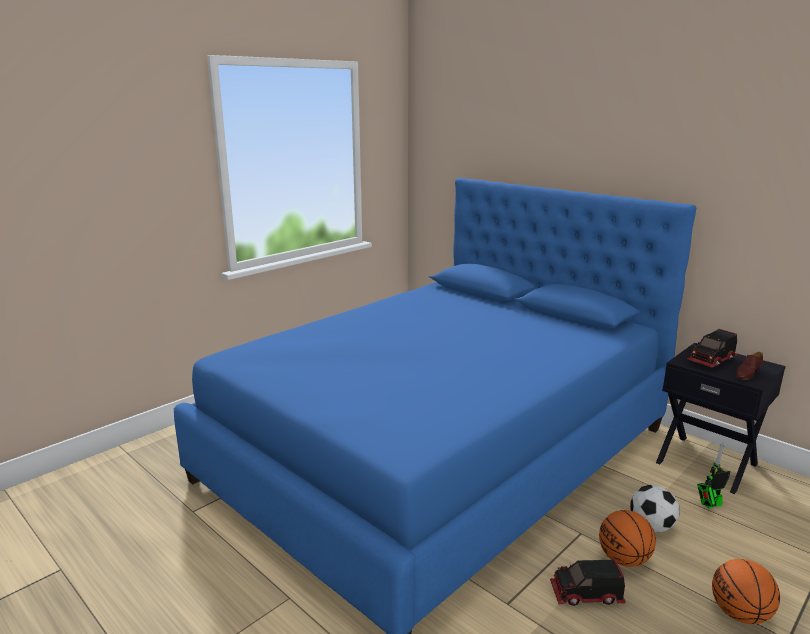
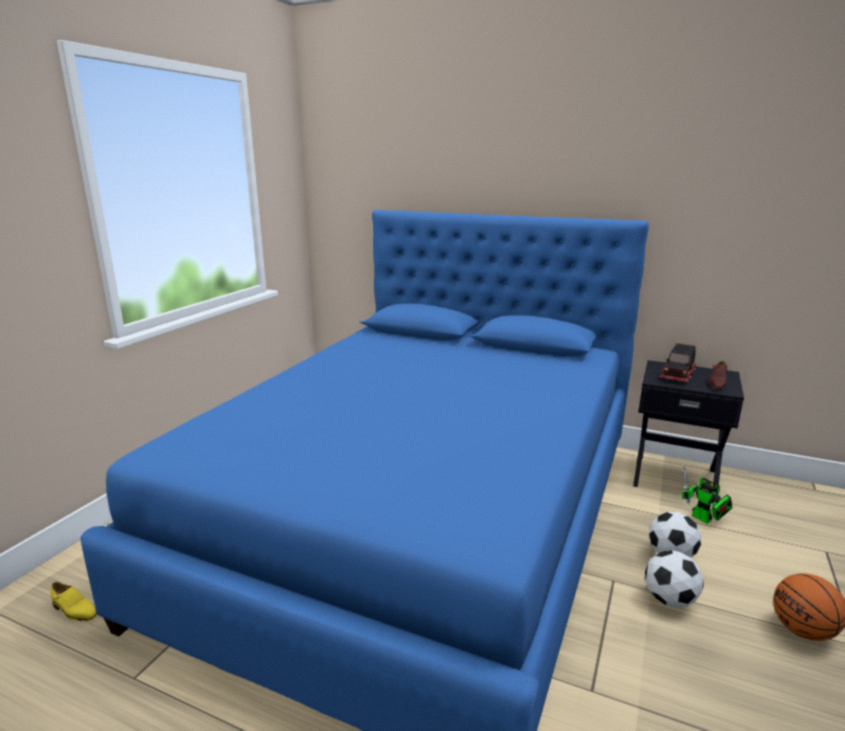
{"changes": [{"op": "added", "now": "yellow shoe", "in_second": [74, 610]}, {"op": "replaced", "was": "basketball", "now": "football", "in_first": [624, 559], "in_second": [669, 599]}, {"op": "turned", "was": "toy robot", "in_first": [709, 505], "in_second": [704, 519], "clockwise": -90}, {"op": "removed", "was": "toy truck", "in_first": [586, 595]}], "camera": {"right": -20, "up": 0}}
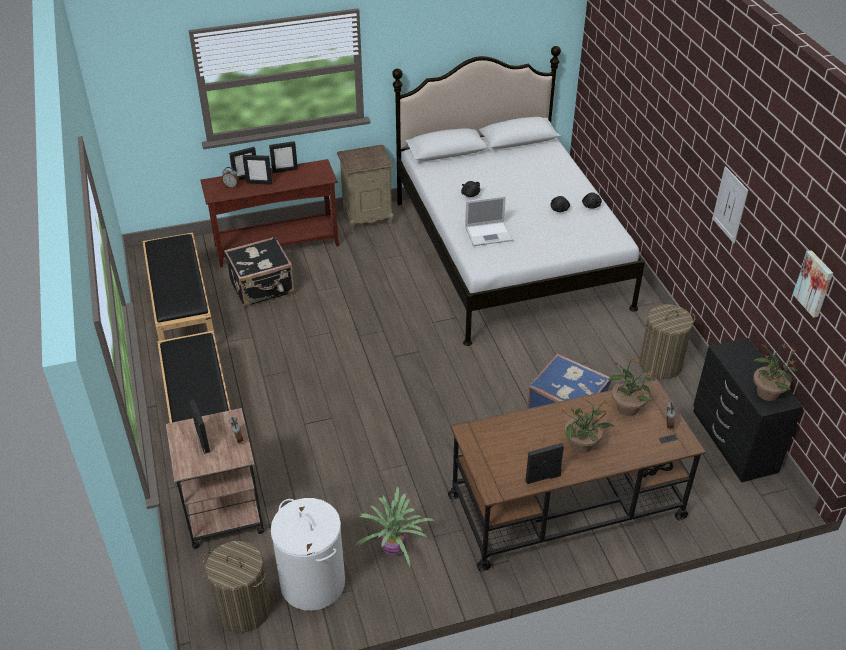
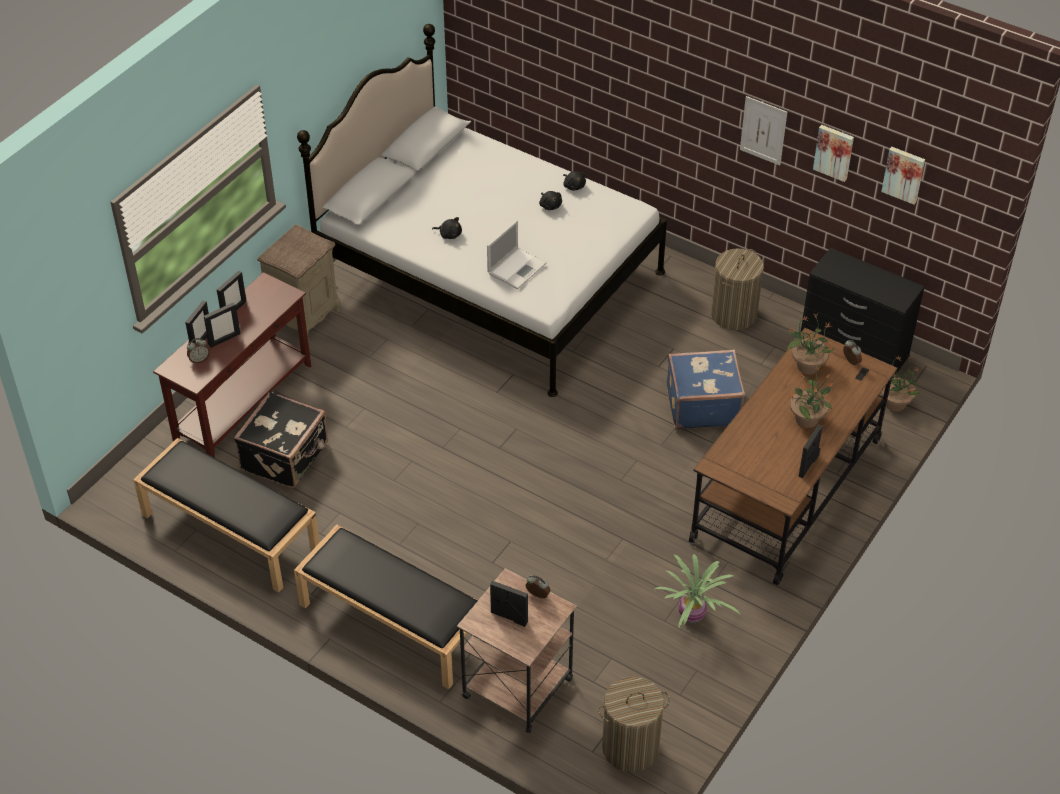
{"changes": [{"op": "added", "now": "picture", "in_second": [834, 152]}, {"op": "moved", "was": "potted plant", "in_first": [767, 392], "in_second": [895, 403]}, {"op": "removed", "was": "white laundry basket", "in_first": [313, 583]}], "camera": {"right": -40, "up": 5}}
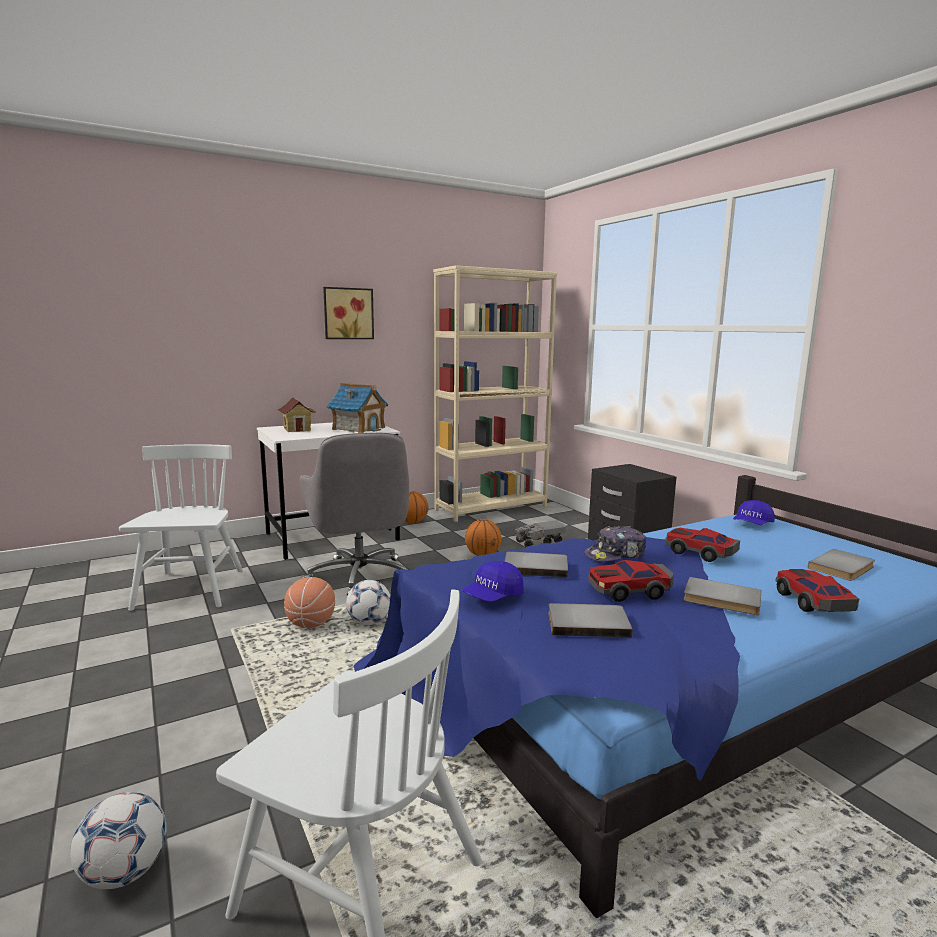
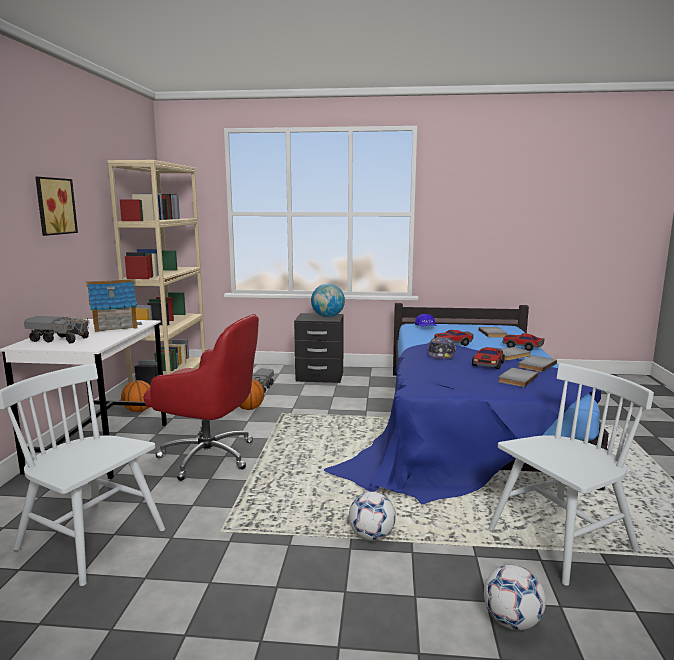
{"changes": [{"op": "replaced", "was": "toy house", "now": "toy truck", "in_first": [297, 429], "in_second": [60, 339]}, {"op": "recoloured", "was": "grey office chair", "now": "red office chair", "in_first": [359, 576], "in_second": [207, 456]}, {"op": "added", "now": "globe", "in_second": [328, 317]}, {"op": "moved", "was": "football", "in_first": [369, 622], "in_second": [371, 536]}, {"op": "moved", "was": "grey book", "in_first": [535, 566], "in_second": [535, 365]}, {"op": "removed", "was": "basketball", "in_first": [311, 624]}, {"op": "removed", "was": "blue cap", "in_first": [493, 597]}], "camera": {"right": -55, "up": 0}}
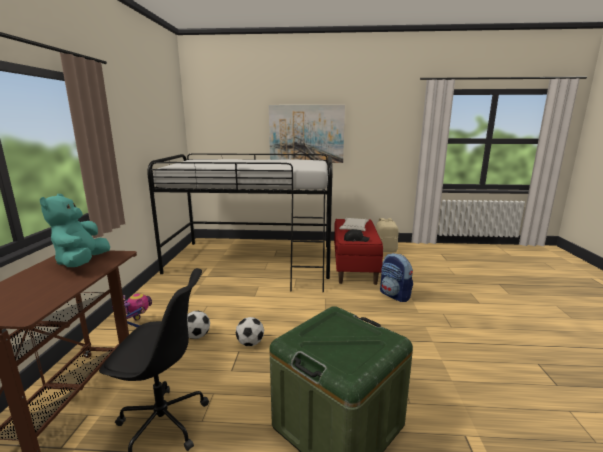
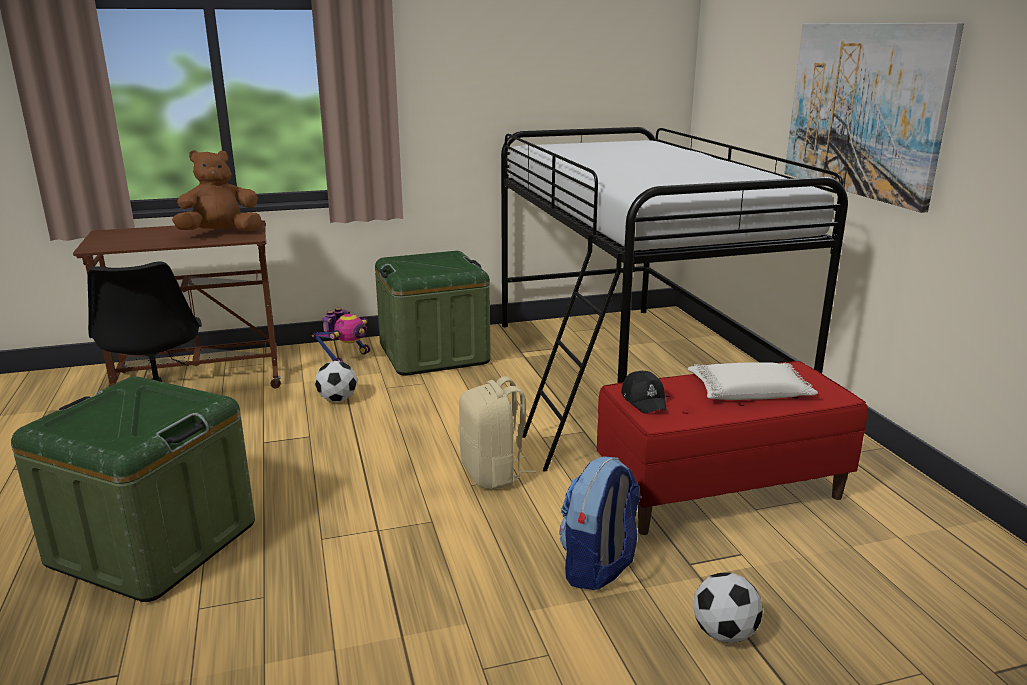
{"changes": [{"op": "recoloured", "was": "turquoise plush toy", "now": "brown plush toy", "in_first": [82, 263], "in_second": [220, 233]}, {"op": "added", "now": "green storage box", "in_second": [433, 353]}, {"op": "moved", "was": "beige backpack", "in_first": [385, 250], "in_second": [493, 474]}, {"op": "moved", "was": "football", "in_first": [250, 343], "in_second": [724, 633]}], "camera": {"right": 70, "up": 5}}
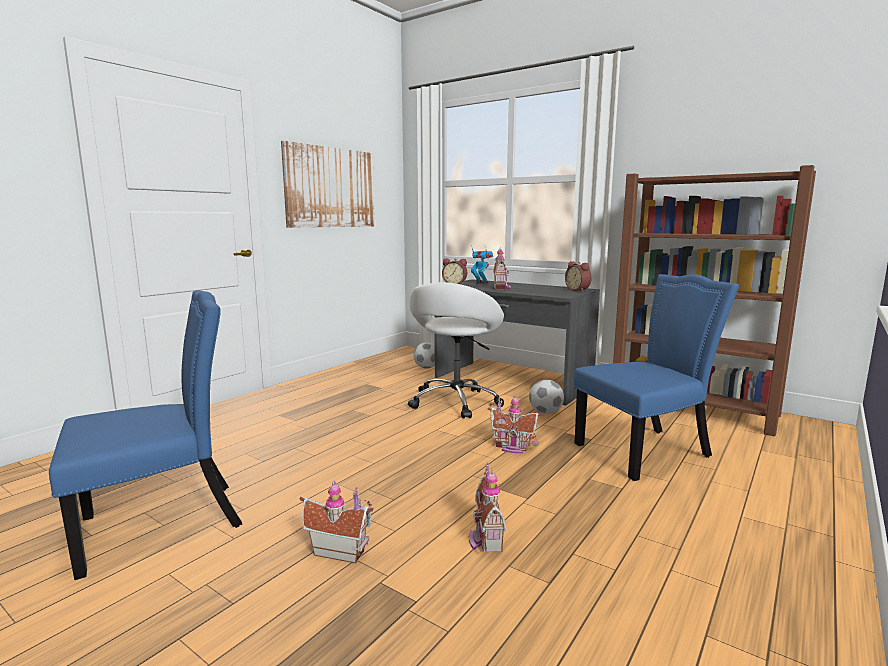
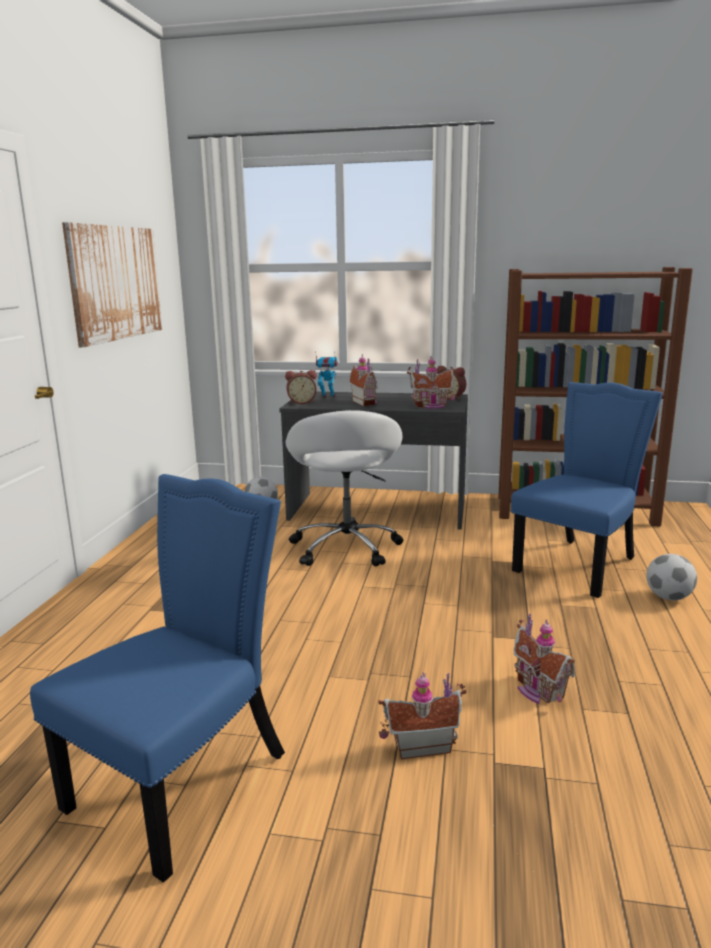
{"changes": [{"op": "moved", "was": "toy house", "in_first": [512, 448], "in_second": [431, 406]}, {"op": "moved", "was": "football", "in_first": [545, 412], "in_second": [668, 597]}], "camera": {"right": -25, "up": 5}}
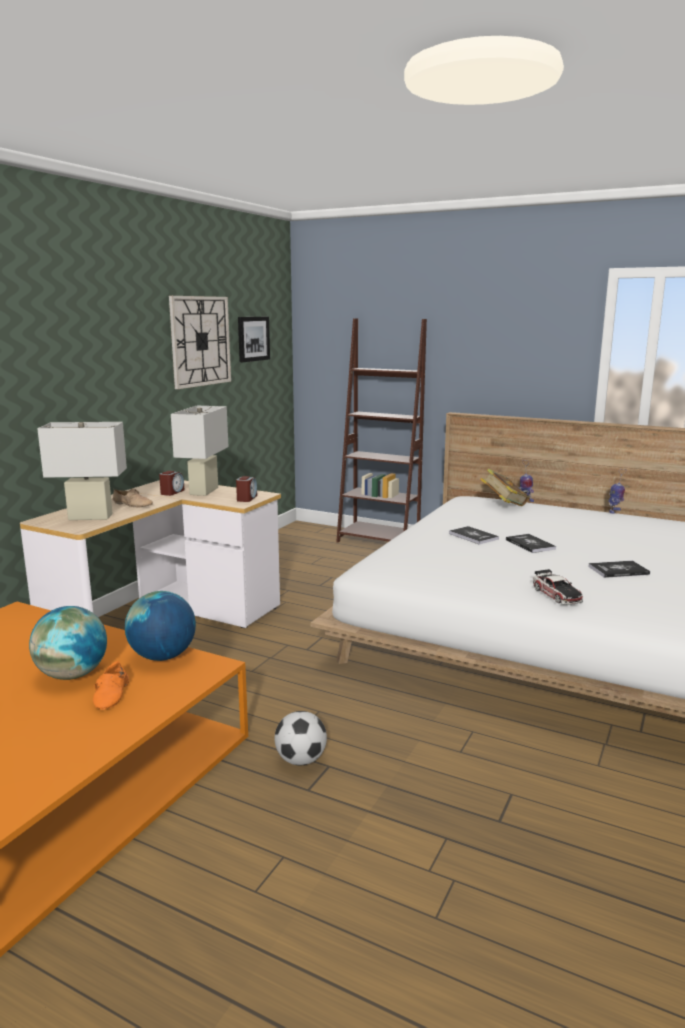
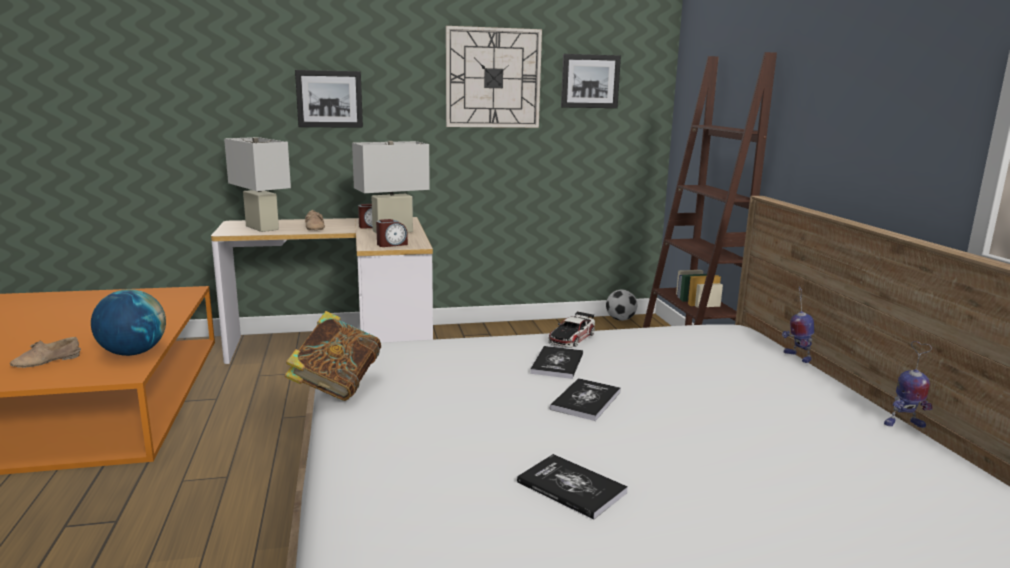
{"changes": [{"op": "recoloured", "was": "orange shoe", "now": "beige shoe", "in_first": [113, 694], "in_second": [47, 361]}, {"op": "moved", "was": "book", "in_first": [503, 505], "in_second": [336, 387]}, {"op": "added", "now": "picture", "in_second": [329, 99]}, {"op": "moved", "was": "toy car", "in_first": [557, 594], "in_second": [572, 337]}, {"op": "moved", "was": "football", "in_first": [301, 760], "in_second": [620, 319]}, {"op": "removed", "was": "globe", "in_first": [72, 675]}], "camera": {"right": 50, "up": 0}}
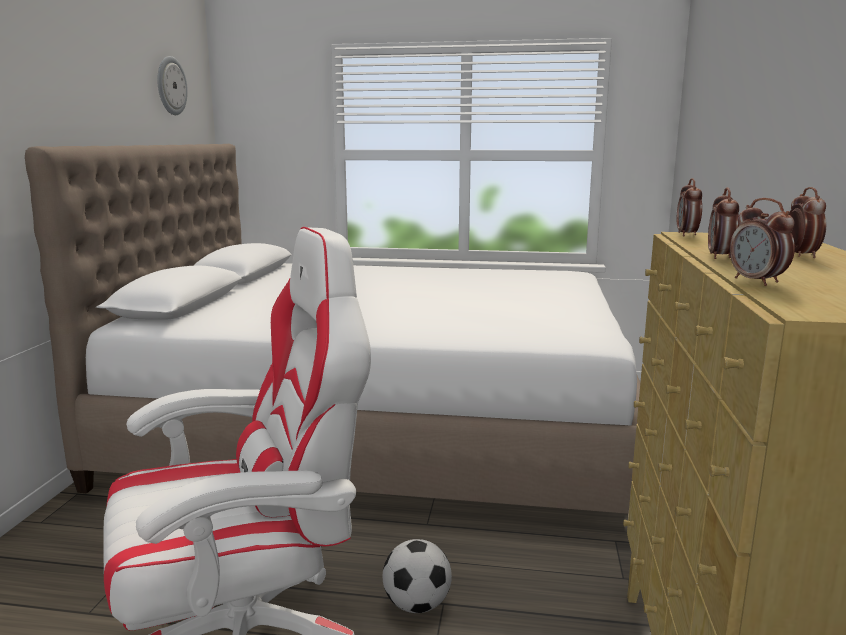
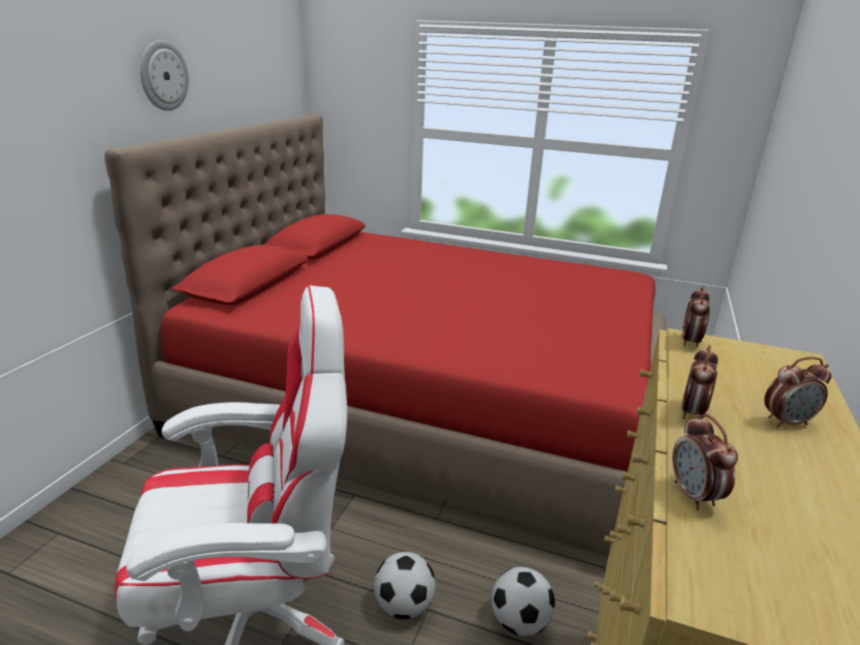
{"changes": [{"op": "recoloured", "was": "white bed", "now": "red bed", "in_first": [384, 430], "in_second": [427, 405]}, {"op": "moved", "was": "wall clock", "in_first": [170, 86], "in_second": [163, 76]}, {"op": "added", "now": "football", "in_second": [519, 622]}, {"op": "turned", "was": "alarm clock", "in_first": [800, 255], "in_second": [787, 422], "clockwise": 60}], "camera": {"right": 10, "up": 10}}
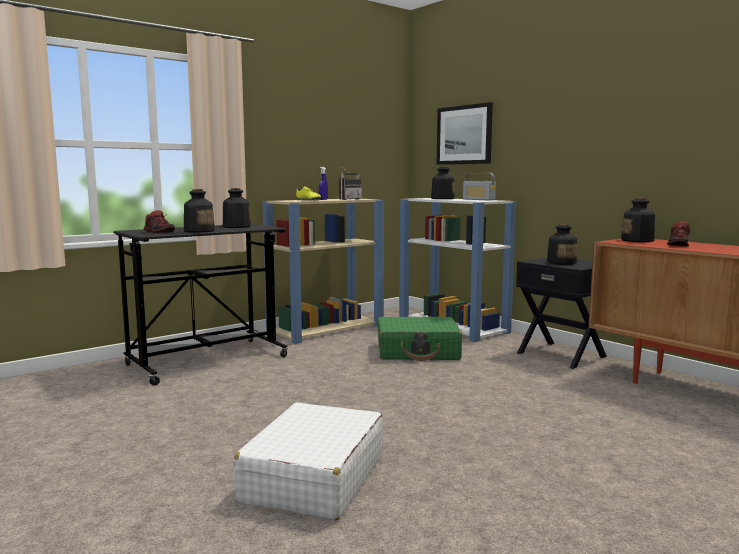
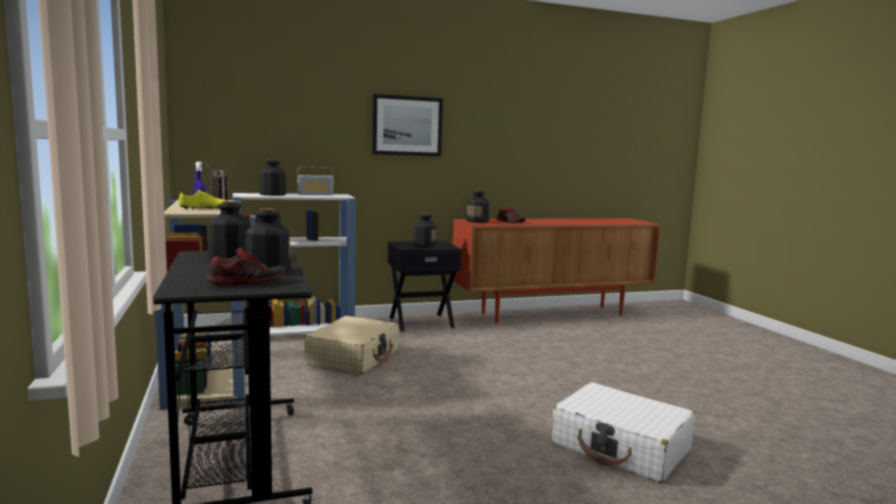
{"changes": [{"op": "recoloured", "was": "green suitcase", "now": "beige suitcase", "in_first": [418, 351], "in_second": [354, 357]}, {"op": "moved", "was": "picture", "in_first": [464, 135], "in_second": [407, 126]}], "camera": {"right": -70, "up": 0}}
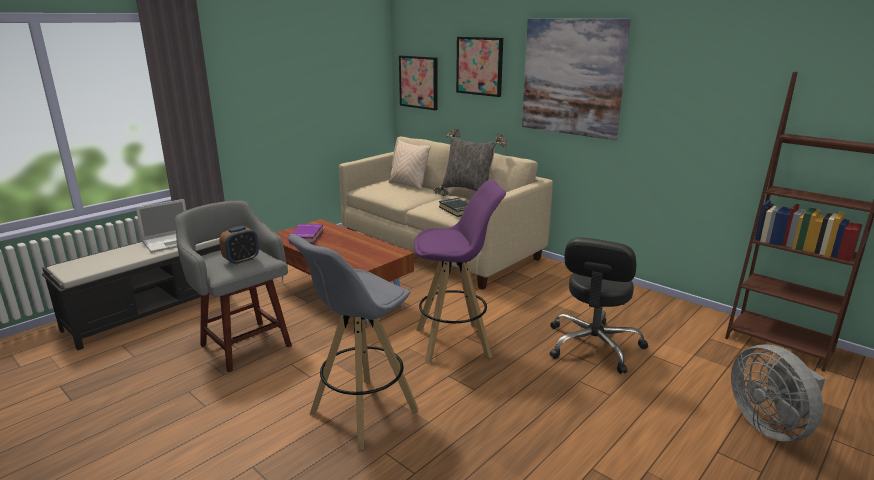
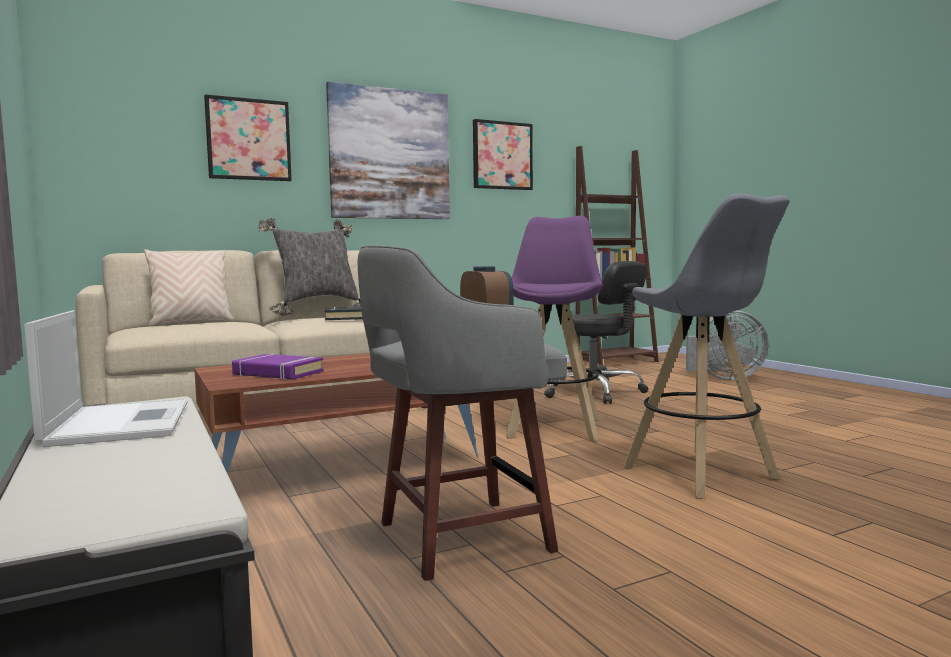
{"changes": [{"op": "moved", "was": "picture", "in_first": [419, 82], "in_second": [502, 155]}], "camera": {"right": -70, "up": -15}}
